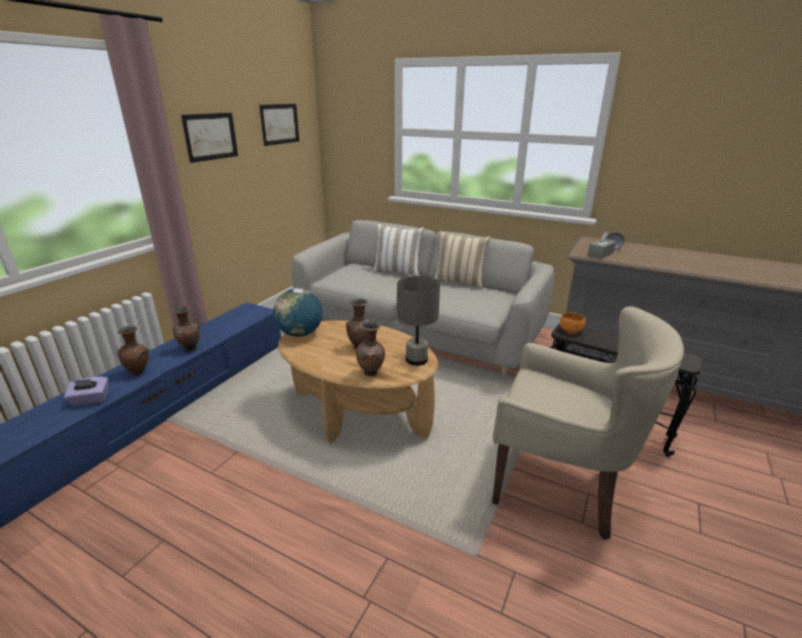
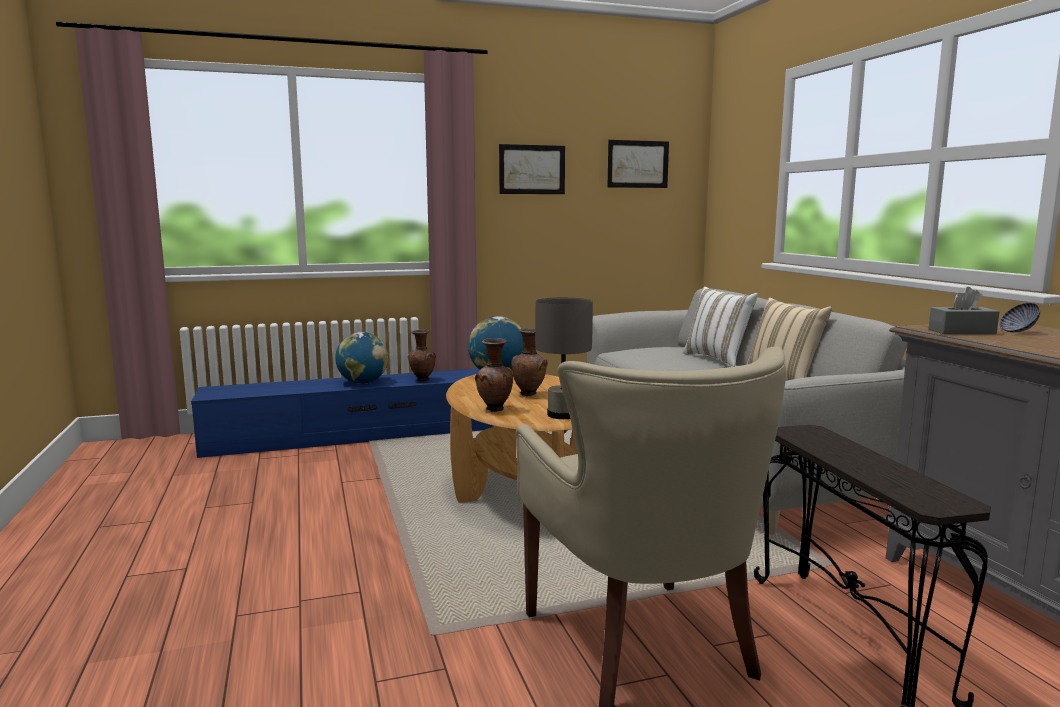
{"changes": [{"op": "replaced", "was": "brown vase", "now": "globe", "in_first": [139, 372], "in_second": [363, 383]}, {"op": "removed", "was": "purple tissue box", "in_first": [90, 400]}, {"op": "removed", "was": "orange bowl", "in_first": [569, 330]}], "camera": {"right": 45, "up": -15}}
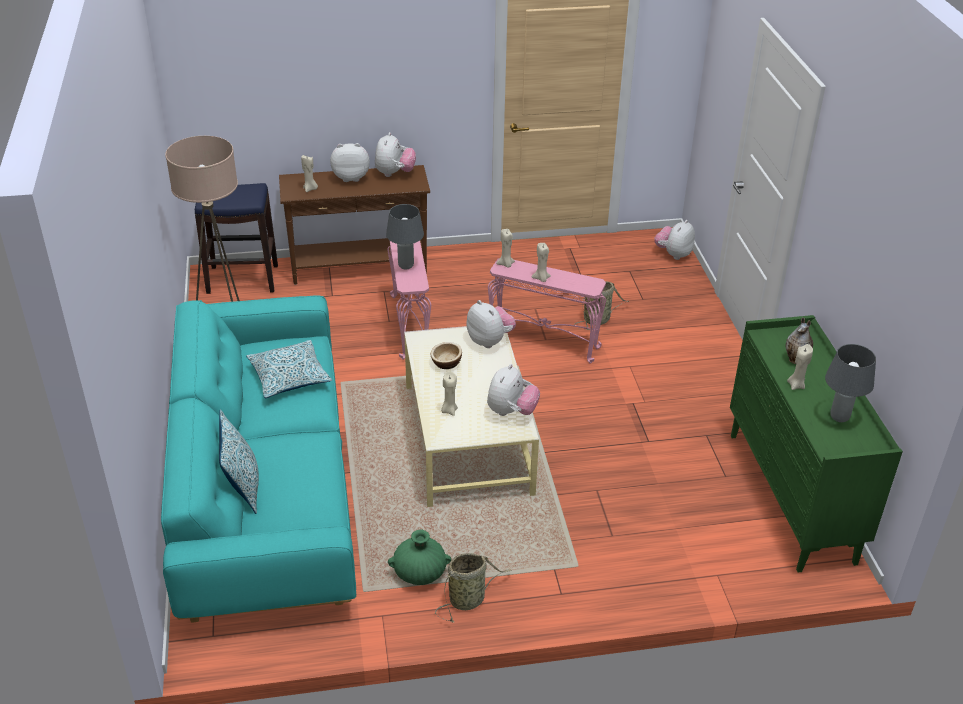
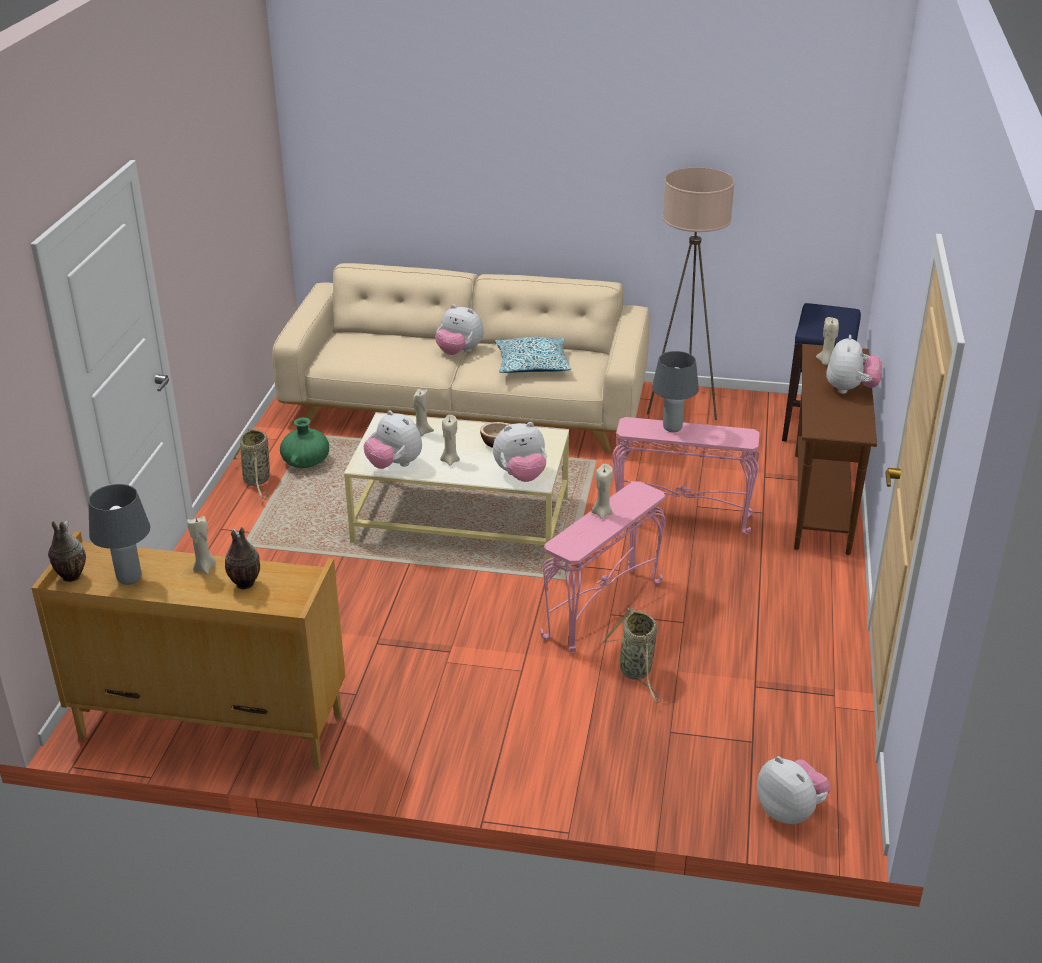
{"changes": [{"op": "recoloured", "was": "green dresser", "now": "brown dresser", "in_first": [791, 496], "in_second": [210, 727]}, {"op": "added", "now": "vase", "in_second": [70, 577]}, {"op": "recoloured", "was": "turquoise sofa", "now": "beige sofa", "in_first": [265, 485], "in_second": [468, 406]}, {"op": "moved", "was": "plush toy", "in_first": [394, 173], "in_second": [459, 352]}, {"op": "moved", "was": "beige candle", "in_first": [506, 264], "in_second": [450, 460]}, {"op": "removed", "was": "pillow", "in_first": [243, 487]}], "camera": {"right": 110, "up": -5}}
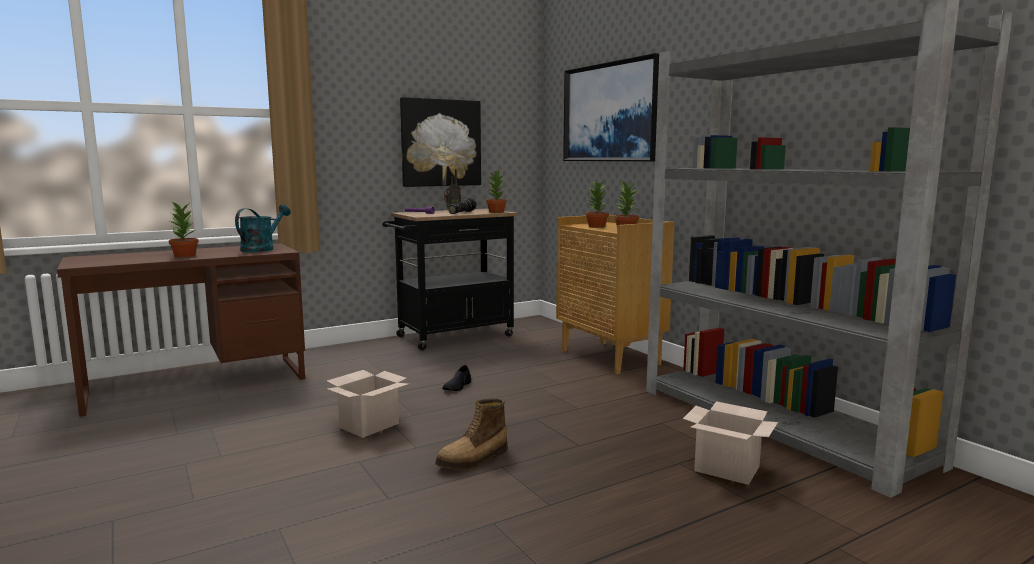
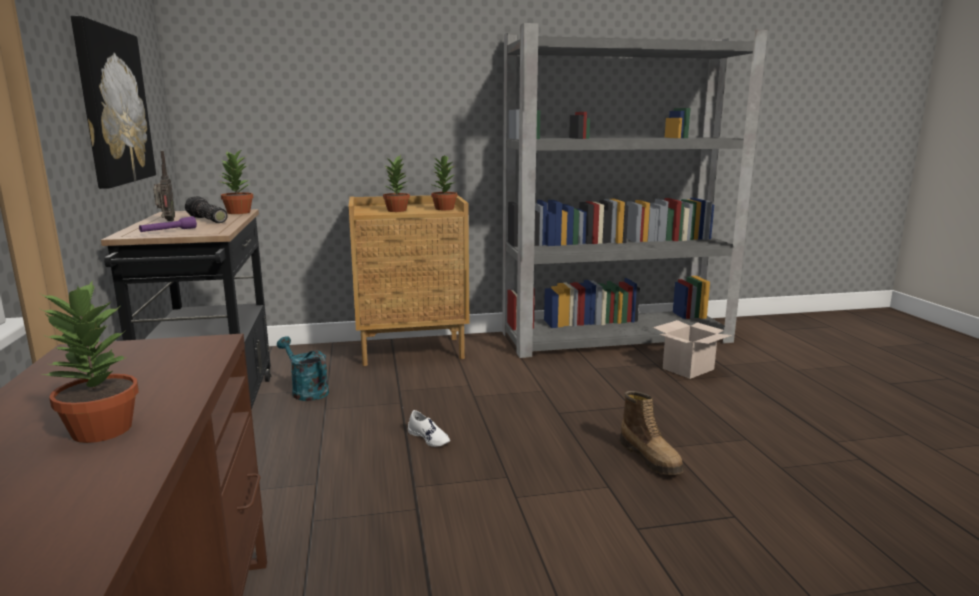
{"changes": [{"op": "moved", "was": "turquoise watering can", "in_first": [262, 249], "in_second": [306, 391]}, {"op": "recoloured", "was": "black shoe", "now": "white shoe", "in_first": [457, 386], "in_second": [429, 438]}, {"op": "removed", "was": "cardboard box", "in_first": [369, 425]}, {"op": "removed", "was": "picture", "in_first": [610, 112]}], "camera": {"right": -70, "up": 5}}
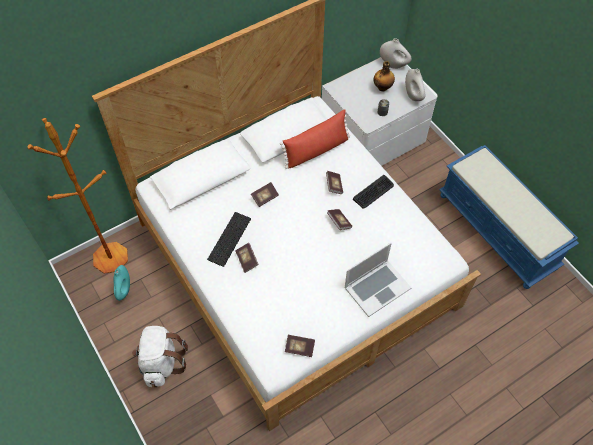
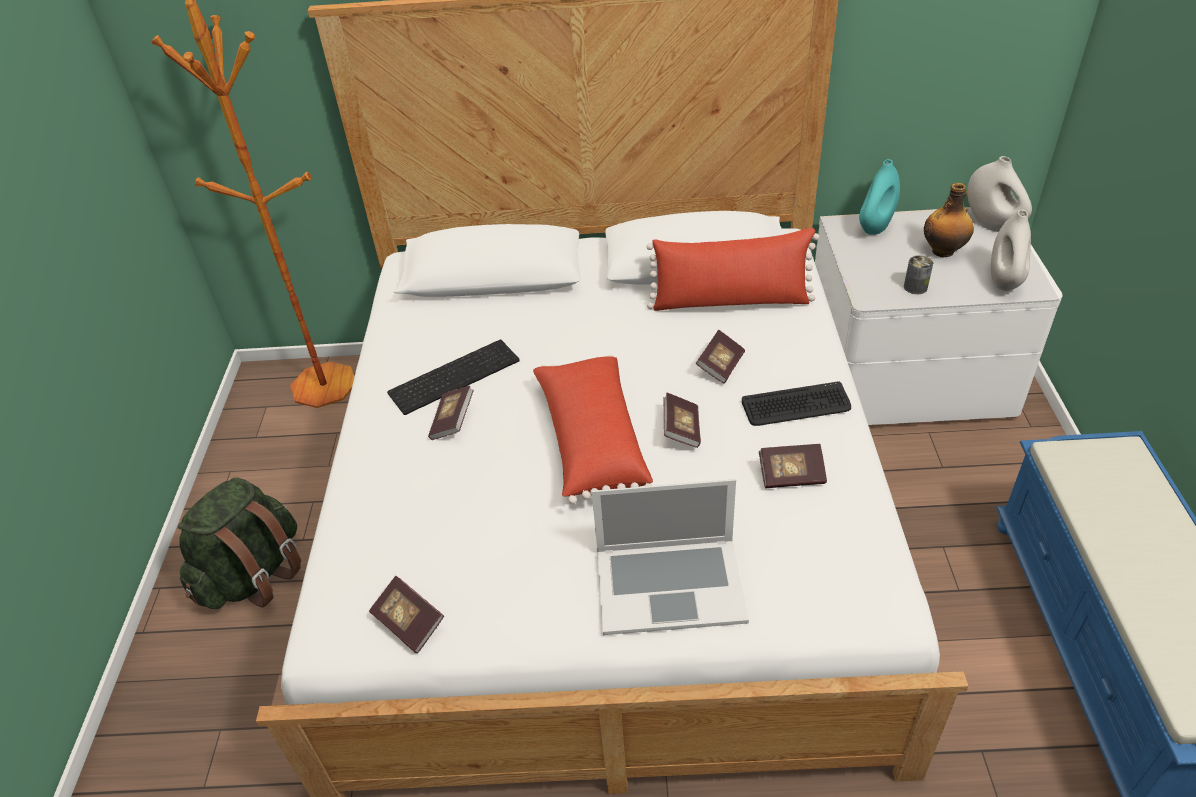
{"changes": [{"op": "recoloured", "was": "white backpack", "now": "green backpack", "in_first": [161, 362], "in_second": [253, 575]}, {"op": "added", "now": "red pillow", "in_second": [591, 441]}, {"op": "moved", "was": "book", "in_first": [265, 197], "in_second": [791, 475]}, {"op": "moved", "was": "turquoise vase", "in_first": [124, 289], "in_second": [875, 227]}], "camera": {"right": 35, "up": -15}}
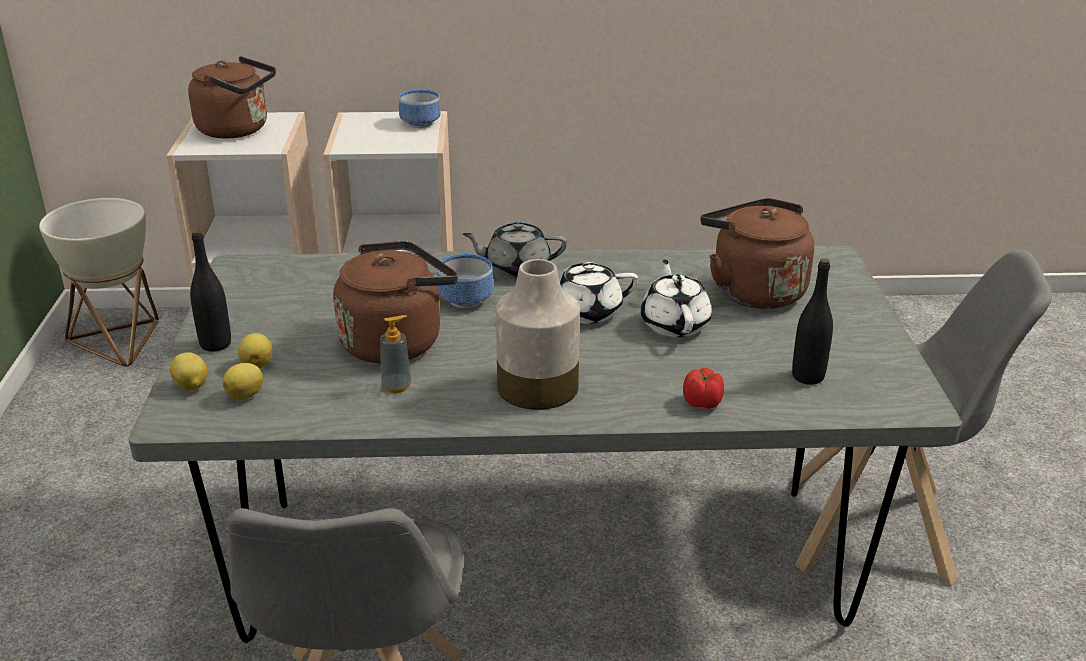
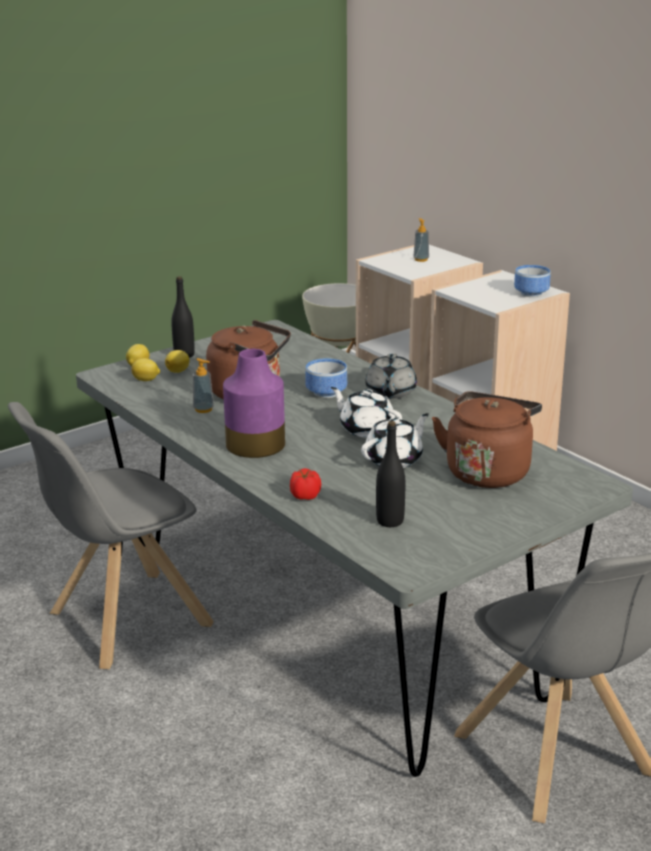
{"changes": [{"op": "recoloured", "was": "beige vase", "now": "purple vase", "in_first": [538, 386], "in_second": [256, 444]}, {"op": "turned", "was": "grey teapot", "in_first": [516, 268], "in_second": [390, 392], "clockwise": -135}, {"op": "replaced", "was": "brown kettle", "now": "soap dispenser", "in_first": [238, 130], "in_second": [421, 259]}], "camera": {"right": 55, "up": -5}}
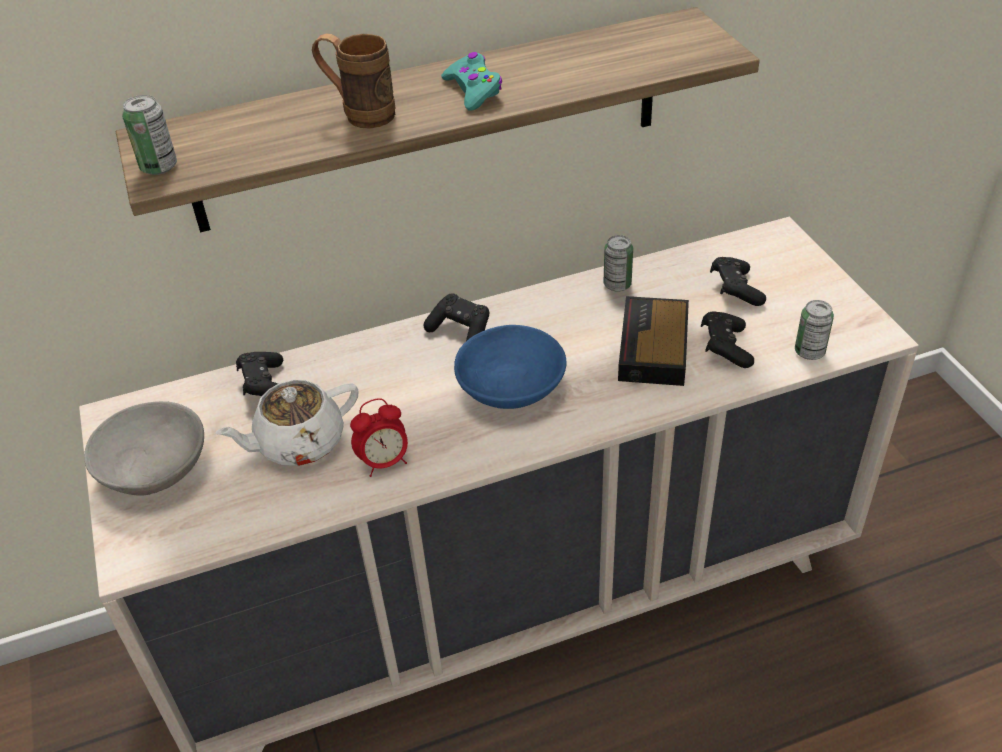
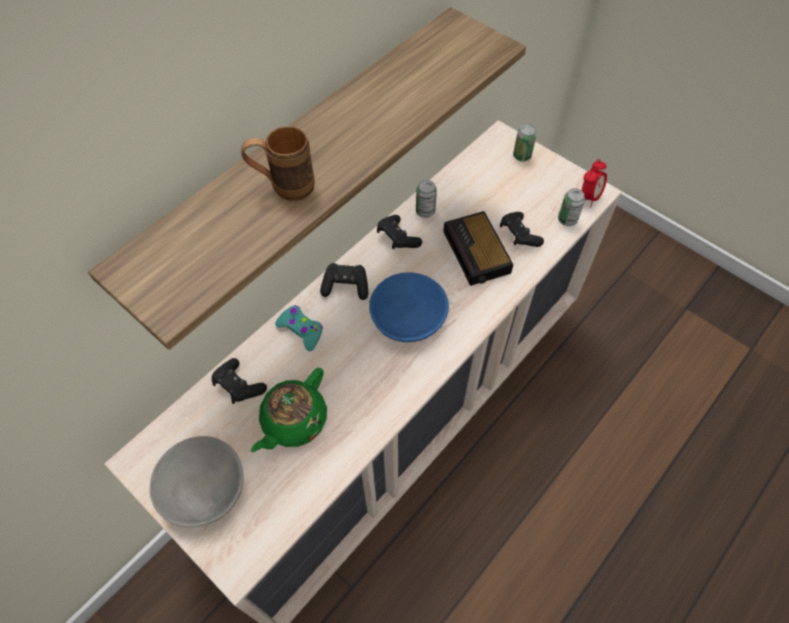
{"changes": [{"op": "recoloured", "was": "white teapot", "now": "green teapot", "in_first": [298, 443], "in_second": [293, 421]}, {"op": "moved", "was": "turquoise game controller", "in_first": [473, 90], "in_second": [301, 330]}, {"op": "moved", "was": "black game controller", "in_first": [735, 290], "in_second": [397, 239]}, {"op": "moved", "was": "can", "in_first": [159, 167], "in_second": [522, 156]}, {"op": "moved", "was": "alarm clock", "in_first": [384, 462], "in_second": [589, 197]}], "camera": {"right": -30, "up": 15}}
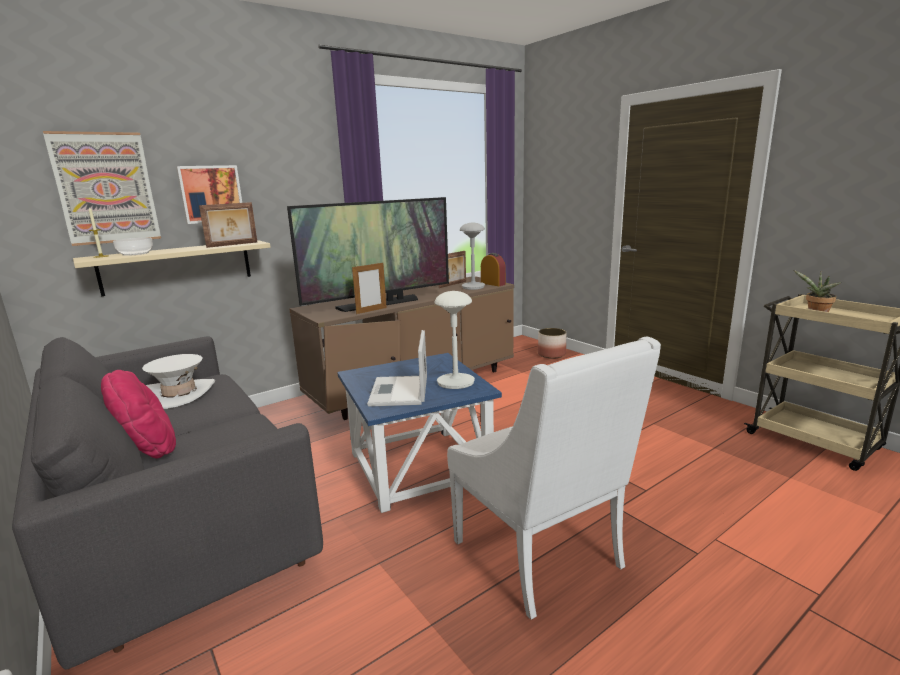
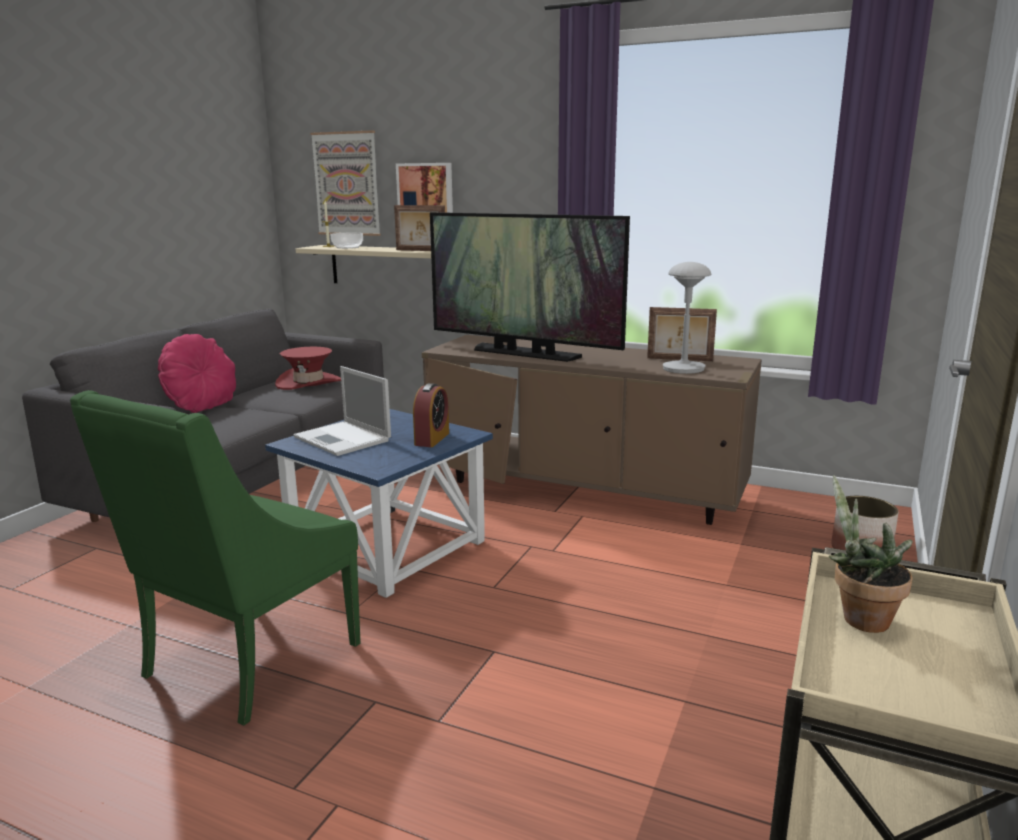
{"changes": [{"op": "recoloured", "was": "white armchair", "now": "green armchair", "in_first": [542, 556], "in_second": [246, 662]}, {"op": "recoloured", "was": "white hat", "now": "red hat", "in_first": [179, 394], "in_second": [308, 383]}, {"op": "turned", "was": "laptop", "in_first": [399, 392], "in_second": [343, 439], "clockwise": -105}, {"op": "moved", "was": "alarm clock", "in_first": [493, 284], "in_second": [432, 439]}, {"op": "removed", "was": "picture frame", "in_first": [371, 310]}, {"op": "removed", "was": "white table lamp", "in_first": [455, 382]}], "camera": {"right": 60, "up": 0}}
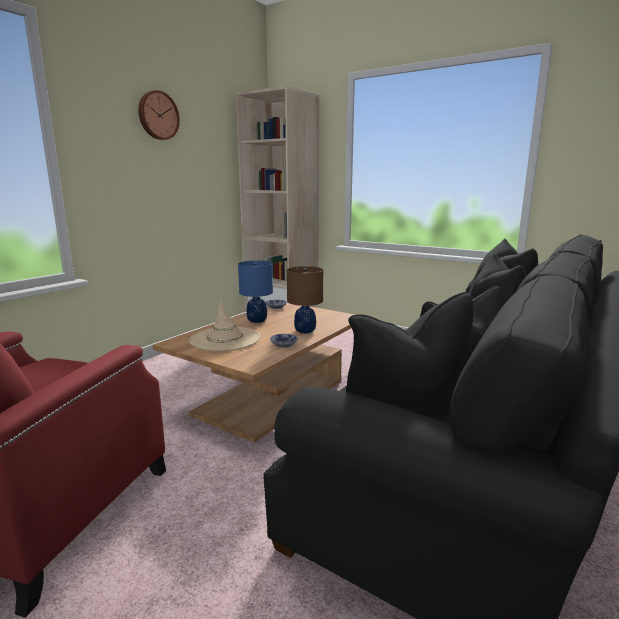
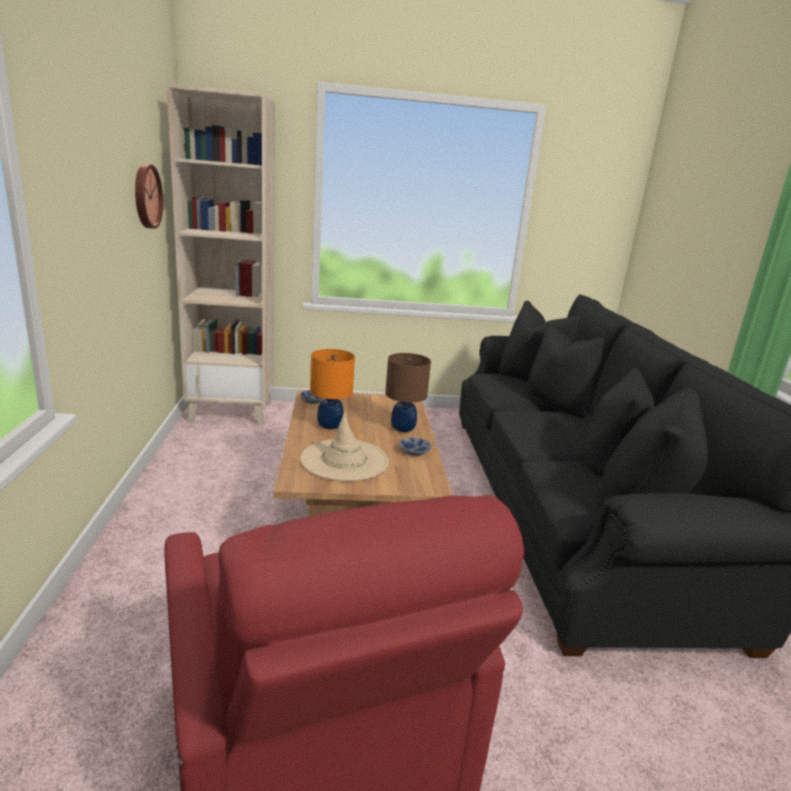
{"changes": [{"op": "moved", "was": "wall clock", "in_first": [157, 115], "in_second": [145, 196]}, {"op": "recoloured", "was": "blue table lamp", "now": "orange table lamp", "in_first": [258, 321], "in_second": [331, 426]}], "camera": {"right": -40, "up": 5}}
